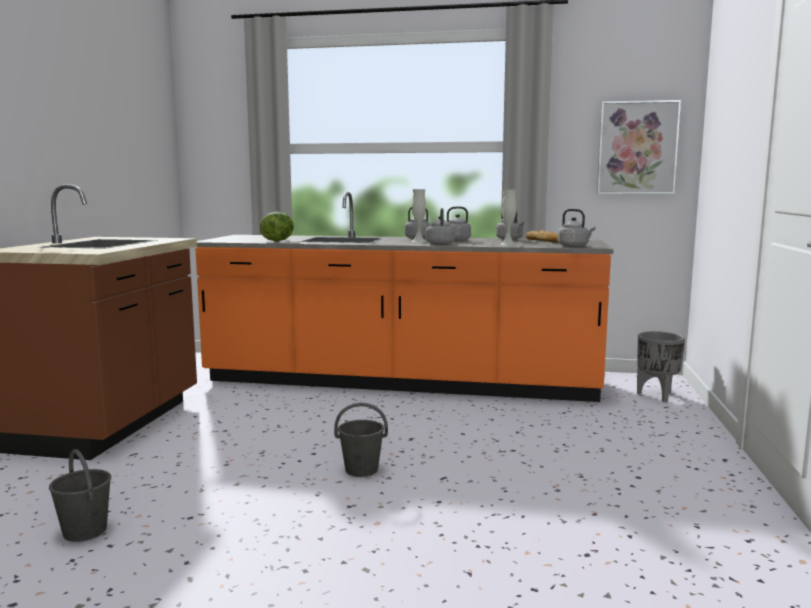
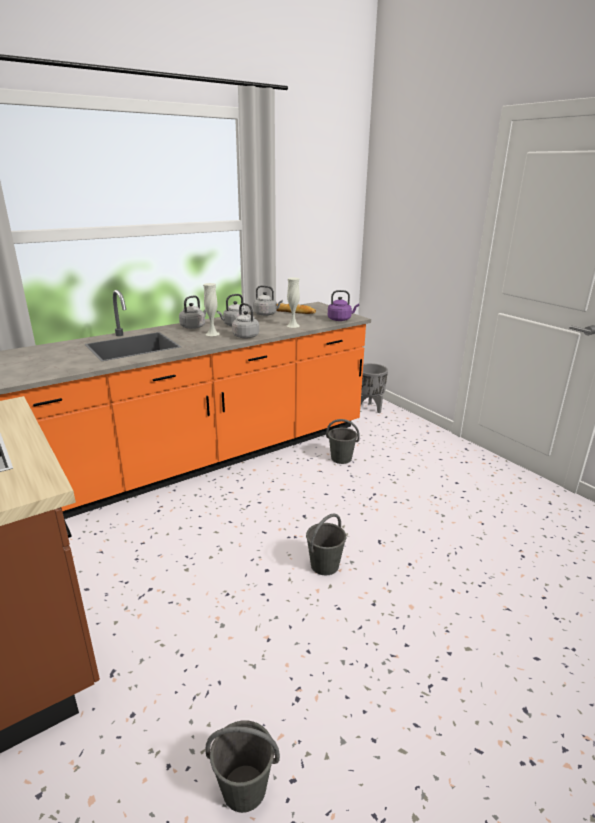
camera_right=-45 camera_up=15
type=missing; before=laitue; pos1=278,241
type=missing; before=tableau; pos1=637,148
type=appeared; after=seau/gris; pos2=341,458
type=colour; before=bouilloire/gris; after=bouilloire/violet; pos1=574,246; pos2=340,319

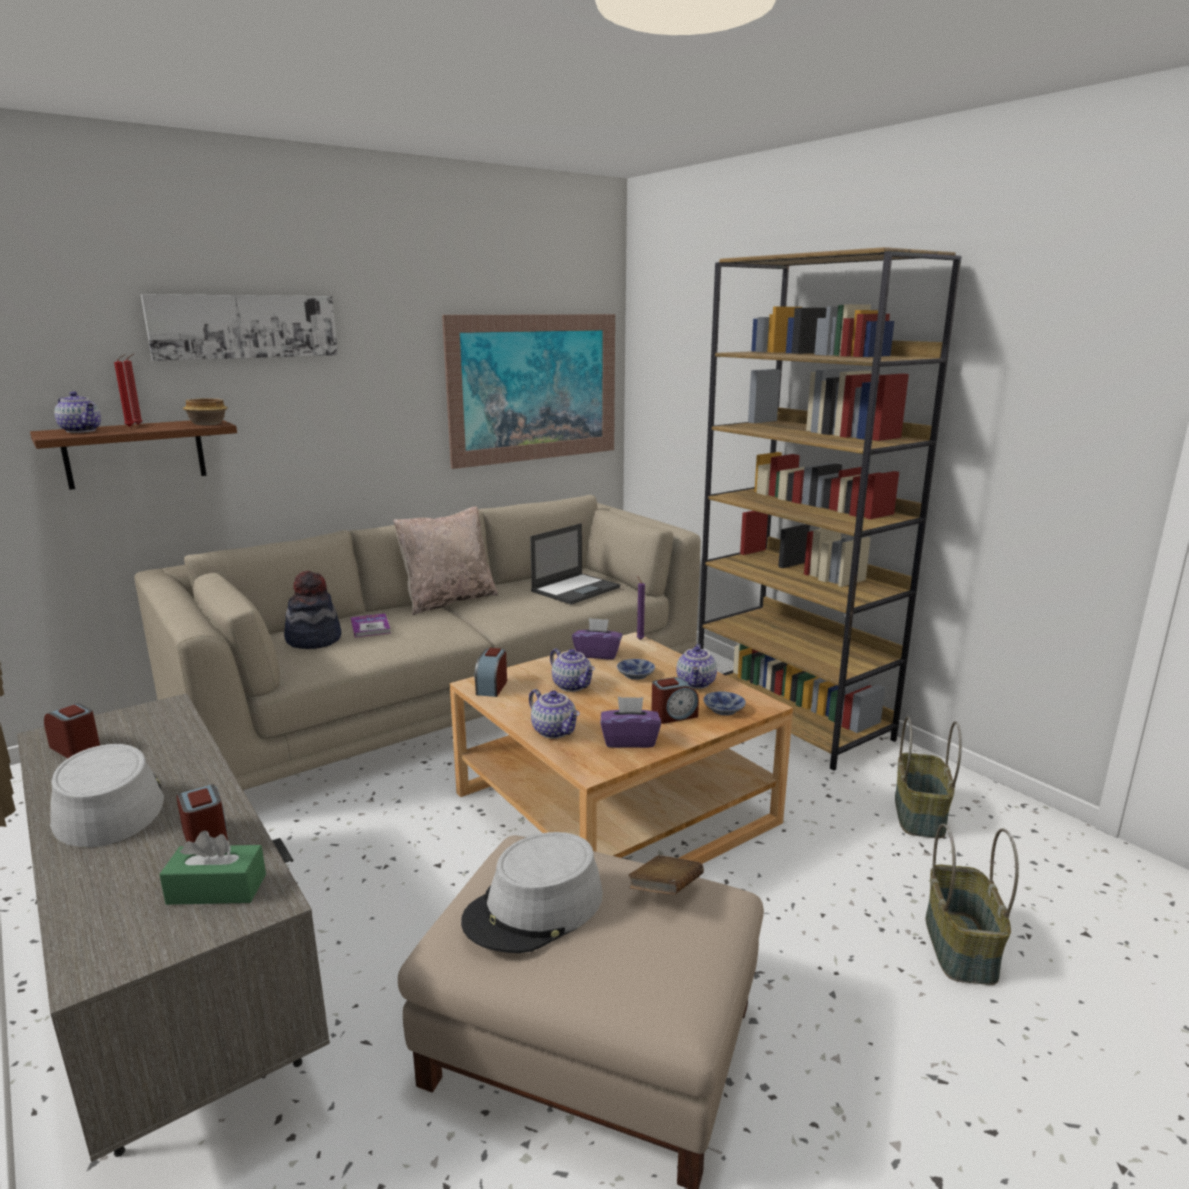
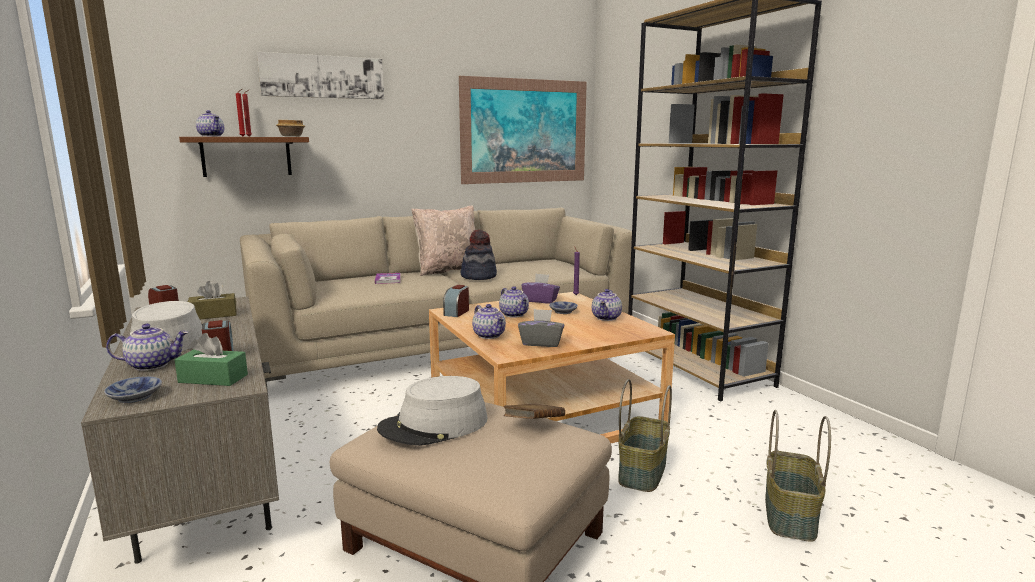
camera_right=10 camera_up=-5
type=missing; before=ordinateur portable; pos1=576,589
type=missing; before=réveil; pos1=673,716
type=appeared; after=théière; pos2=152,365
type=appeared; after=boîte à mouchoirs/marron; pos2=213,315
type=relocated; before=chapeau; pos1=314,639; pos2=478,276
type=relocated; before=bol; pos1=722,710; pos2=133,397
type=relocated; before=panier; pos1=918,814; pos2=641,471
type=colour; before=boîte à mouchoirs/violet; after=boîte à mouchoirs/gris; pos1=629,740; pos2=541,343

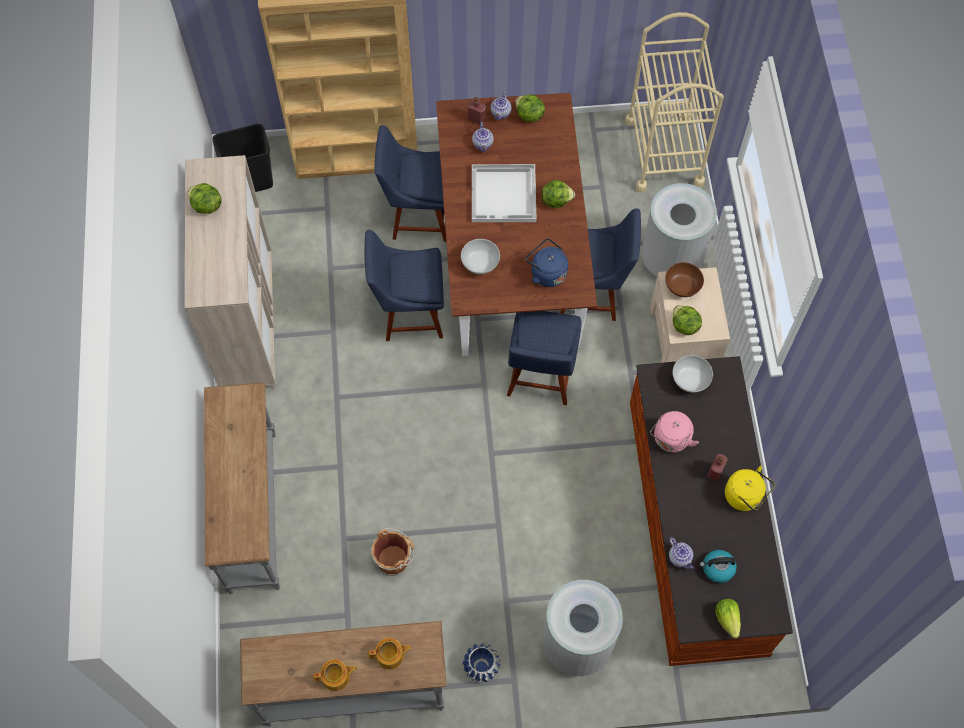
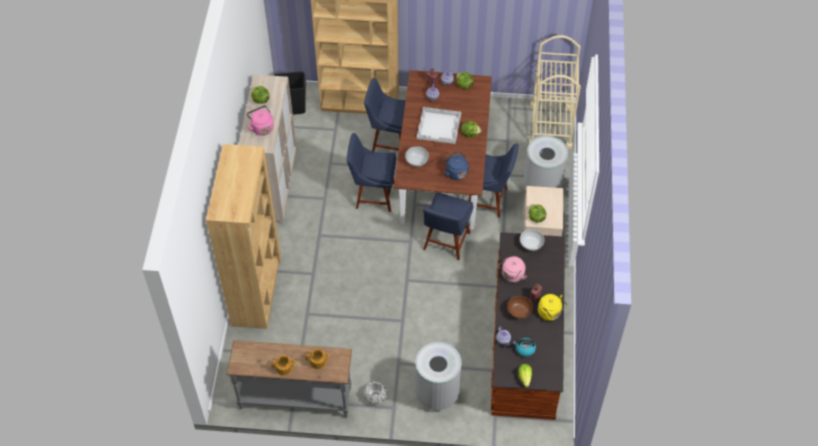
camera_right=10 camera_up=-10
type=missing; before=seau/marron; pos1=394,559
type=appeared; after=bouilloire/rose; pos2=261,127
type=relocated; before=bol/marron; pos1=682,286; pos2=519,312
type=exchanged; before=table console/gris; after=bibliothèque/marron; pos1=254,511; pos2=256,291
type=colour; before=cache-pot/bleu; after=cache-pot/blanc; pos1=481,666; pos2=375,396

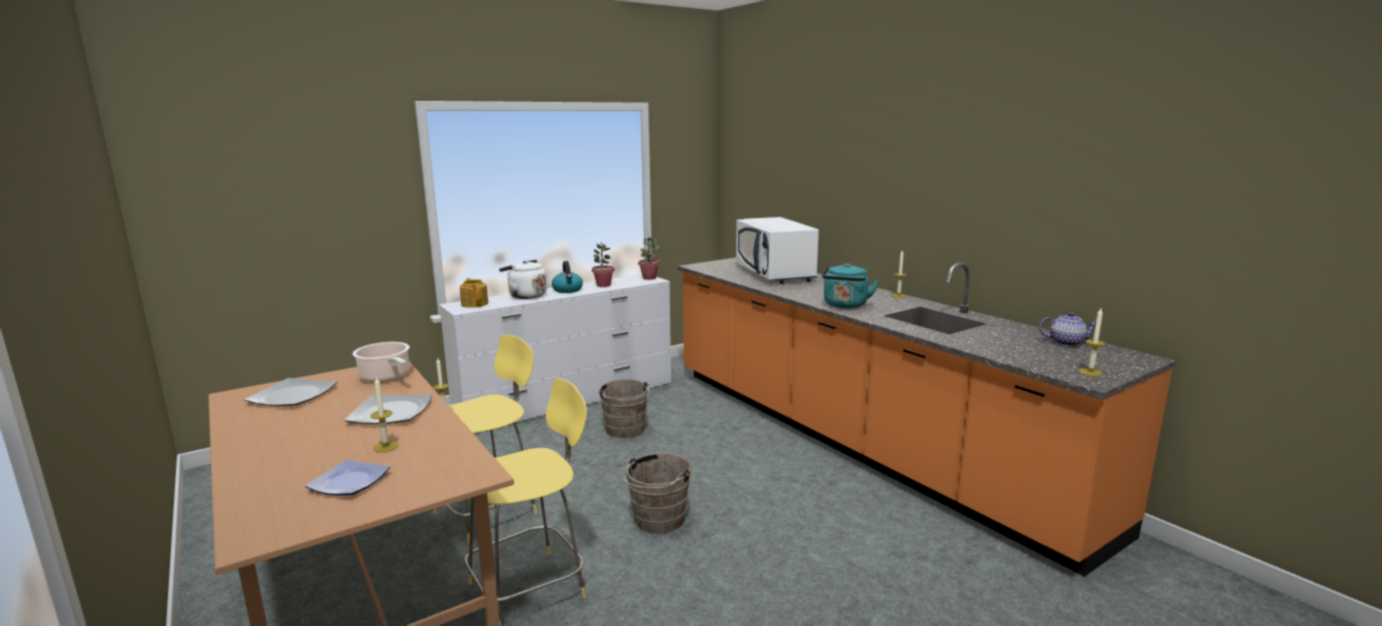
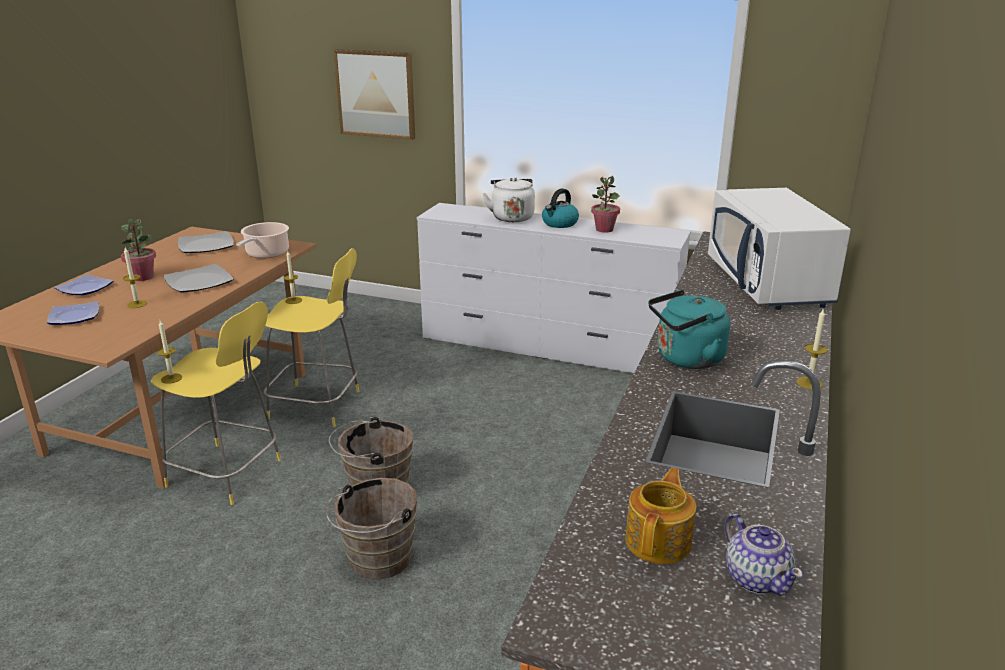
camera_right=55 camera_up=10
type=appeared; after=assiette; pos2=85,289
type=appeared; after=tableau; pos2=376,94
type=relocated; before=théière; pos1=475,304; pos2=659,541
type=relocated; before=seau/marron; pos1=625,431; pos2=376,561
type=relocated; before=plante en pot; pos1=649,278; pos2=143,277
type=relocated; before=bougie; pos1=1090,372; pos2=171,378
type=spun; before=micro-ondes/blanc; pos1=775,274; pos2=768,284; turn=-45

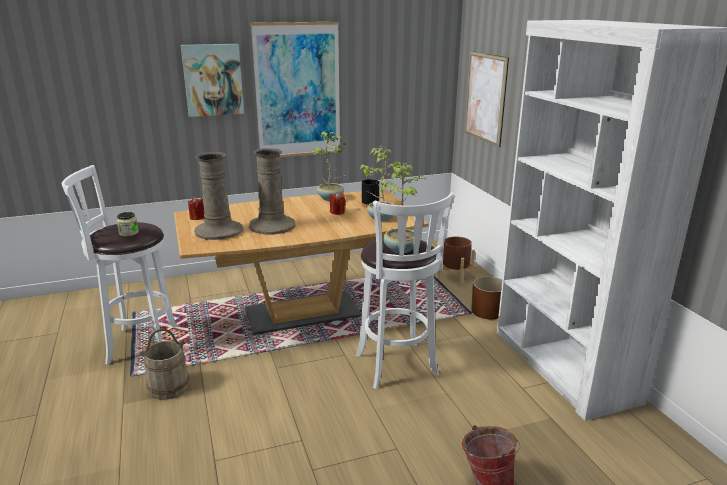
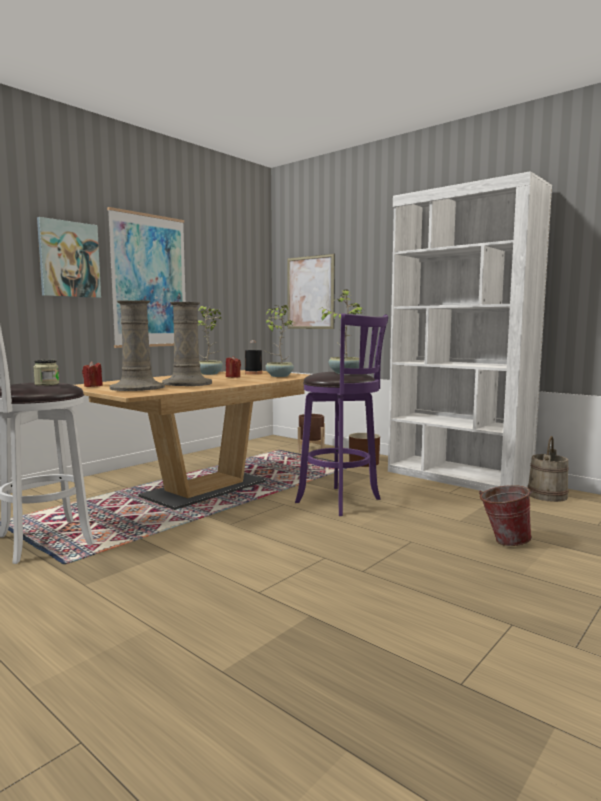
camera_right=-30 camera_up=-15
type=relocated; before=seau/beige; pos1=168,387; pos2=547,495
type=colour; before=tabouret/blanc; after=tabouret/violet; pos1=398,367; pos2=342,501

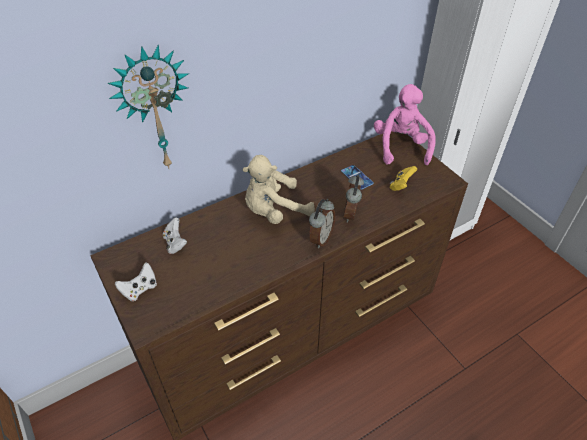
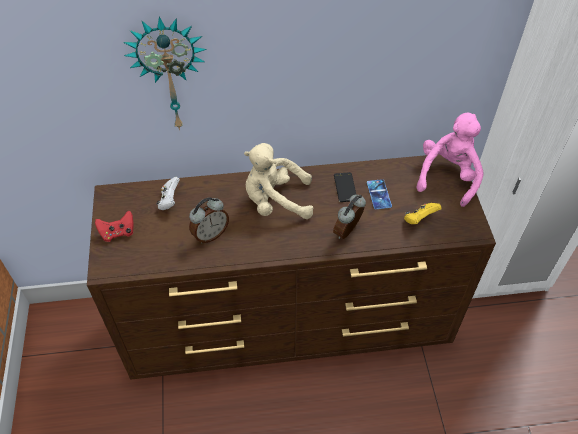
camera_right=25 camera_up=5
type=appeared; after=téléphone; pos2=345,187
type=relocated; before=réveil; pos1=320,238; pos2=210,234
type=colour; before=manette/blanc; after=manette/rouge; pos1=140,289; pos2=118,233

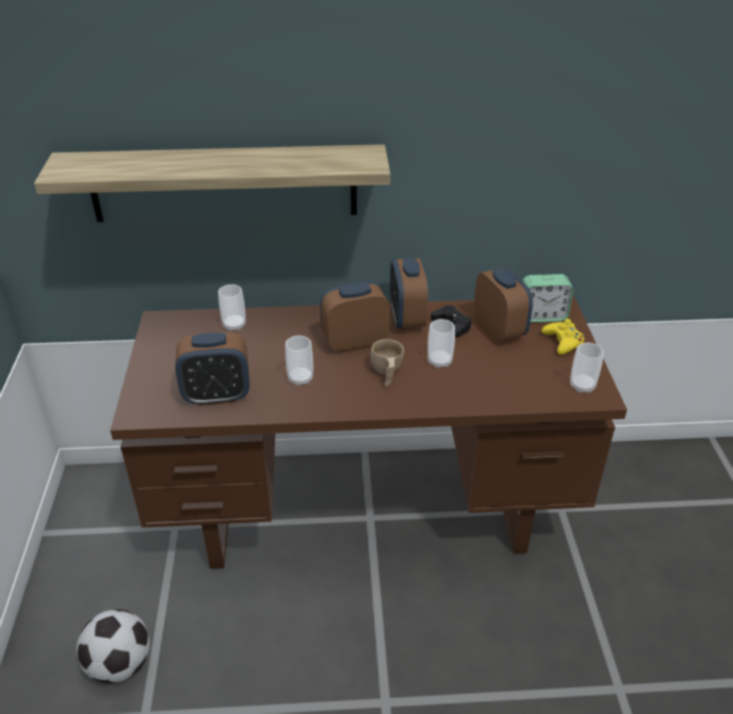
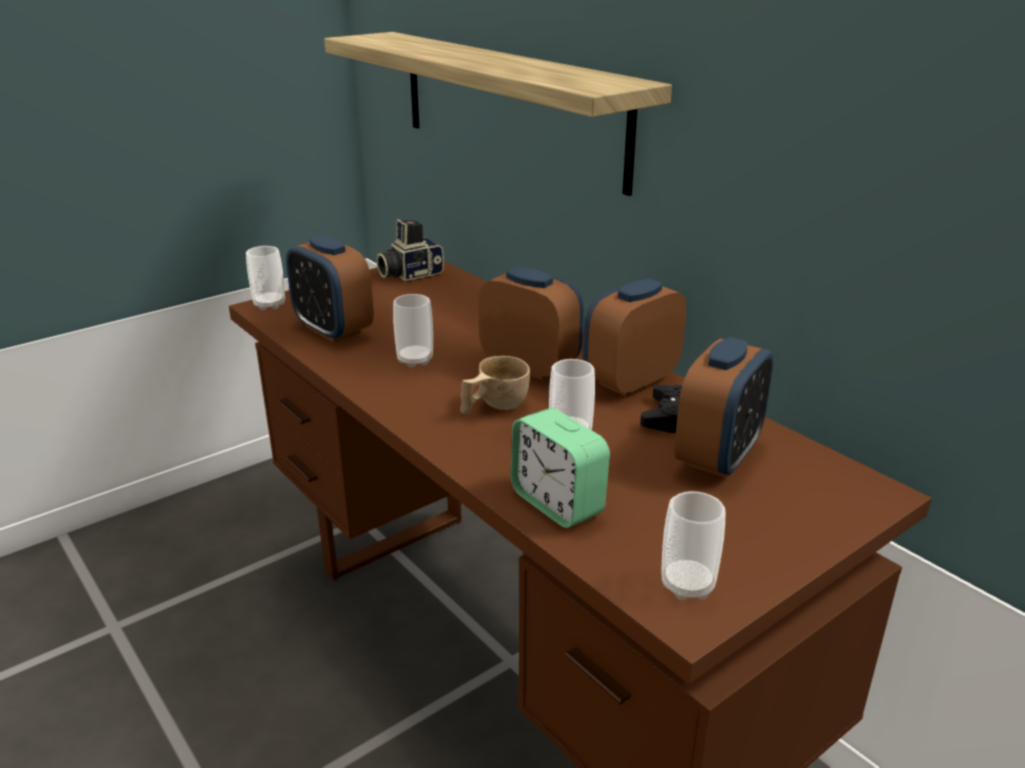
camera_right=55 camera_up=-10
type=missing; before=ballon de foot; pos1=120,664
type=missing; before=manette/jaune; pos1=563,342
type=appeared; after=appareil photo; pos2=409,274
type=relocated; before=tasse; pos1=234,325; pos2=269,305
type=relocated; before=réveil; pos1=542,316; pos2=557,503

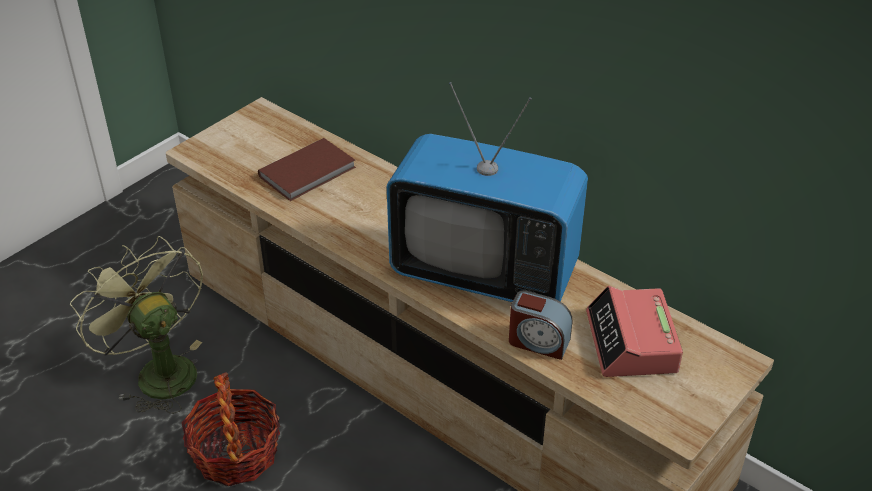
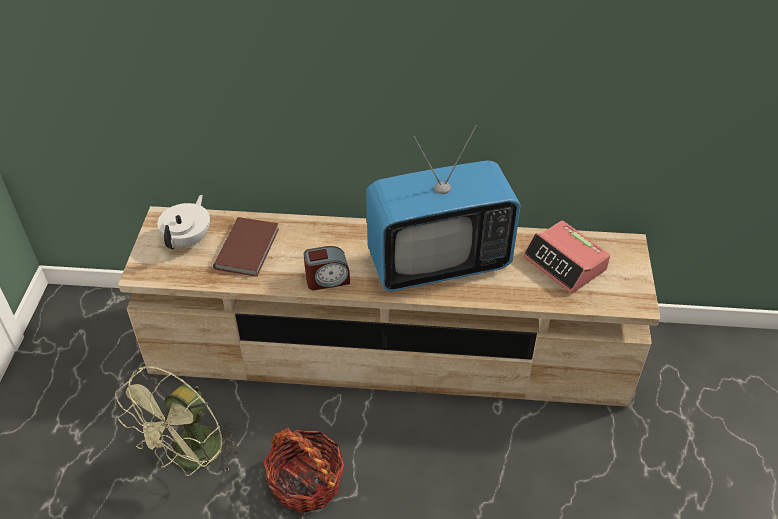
camera_right=-35 camera_up=5
type=appeared; after=théière/blanc; pos2=189,239
type=relocated; before=réveil; pos1=538,342; pos2=327,280
type=spun; before=ventilateur/vert; pos1=158,371; pos2=192,459; turn=-75

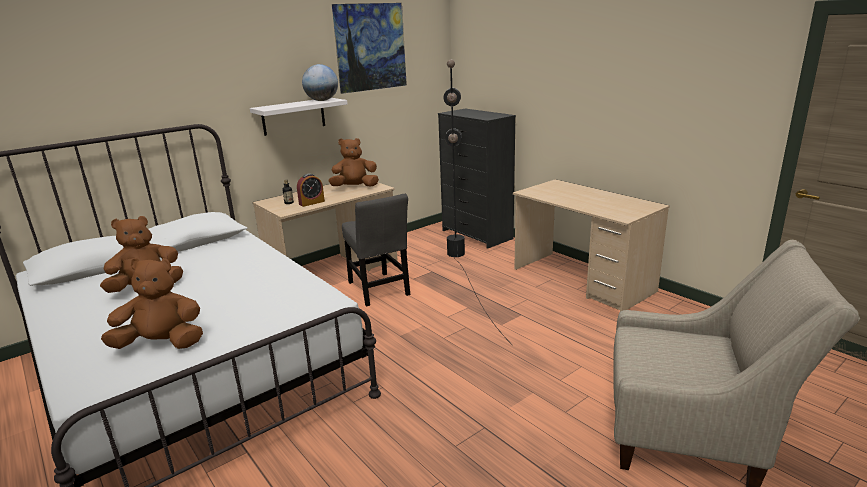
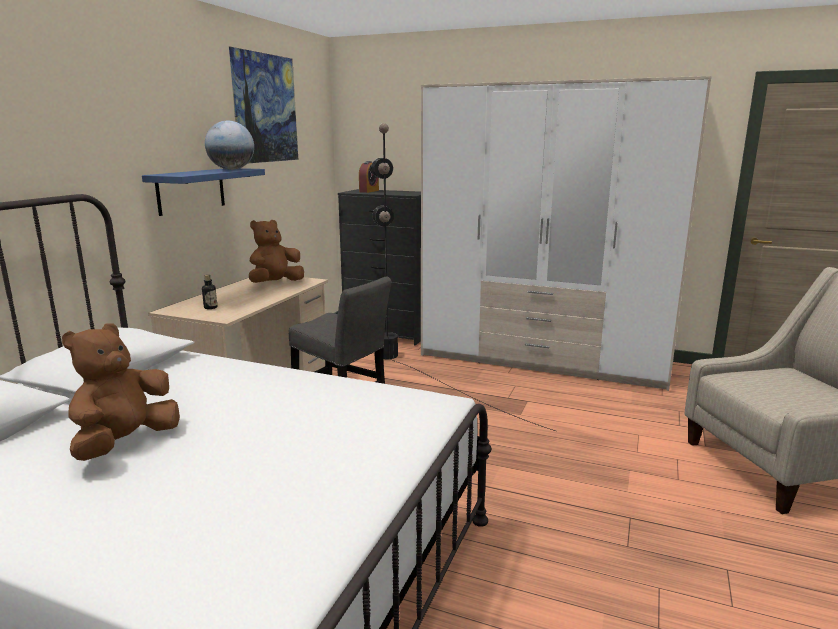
camera_right=-30 camera_up=-5
type=missing; before=peluche/marron; pos1=162,344
type=relocated; before=réveil; pos1=311,203; pos2=369,191
type=exchanged; before=bureau/beige; after=armoire; pos1=582,280; pos2=543,359
type=colour; before=étagère/blanc; after=étagère/bleu; pos1=293,116; pos2=191,191

